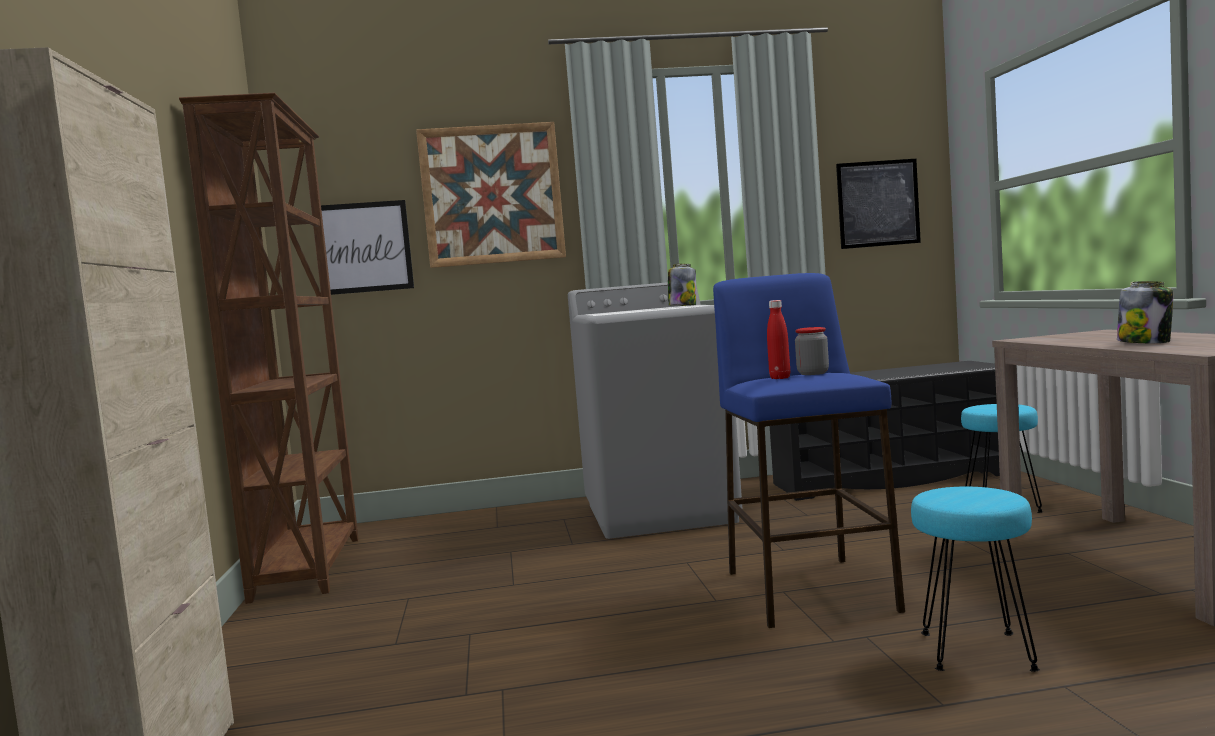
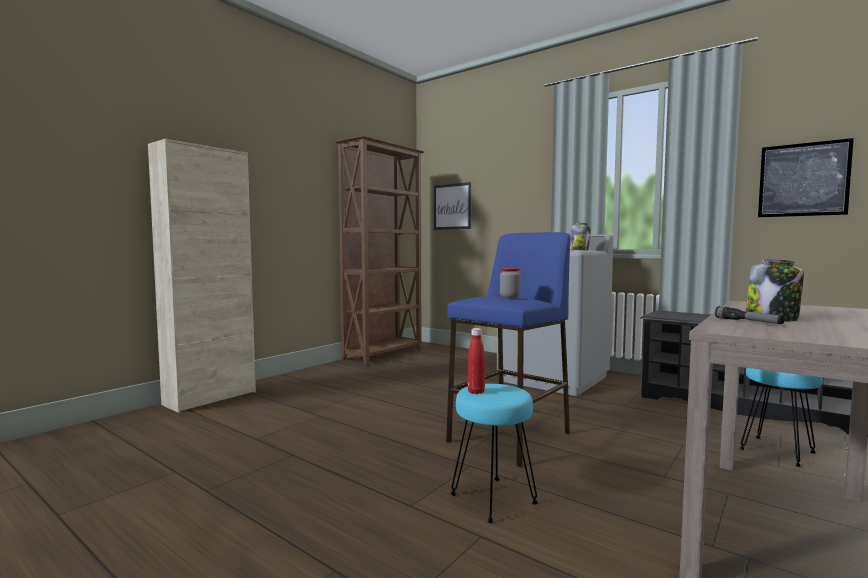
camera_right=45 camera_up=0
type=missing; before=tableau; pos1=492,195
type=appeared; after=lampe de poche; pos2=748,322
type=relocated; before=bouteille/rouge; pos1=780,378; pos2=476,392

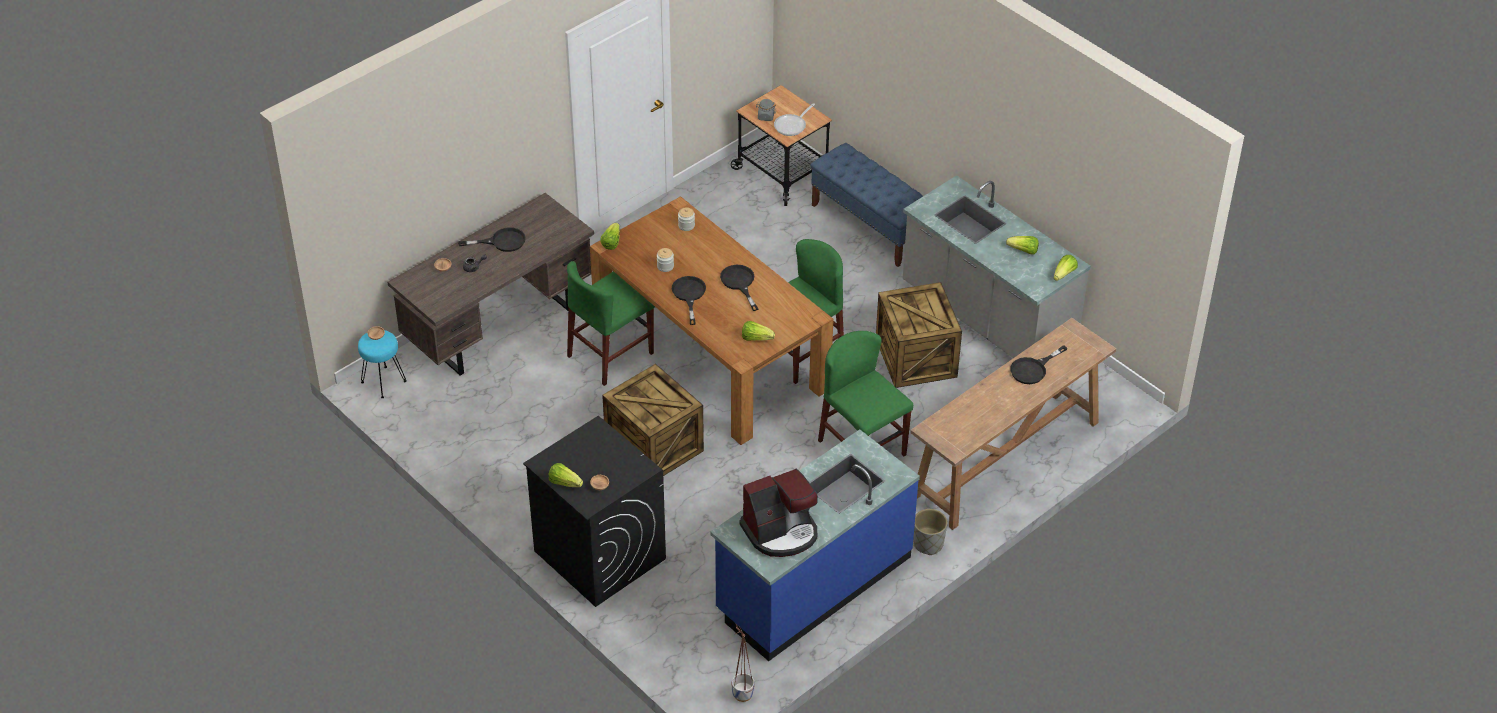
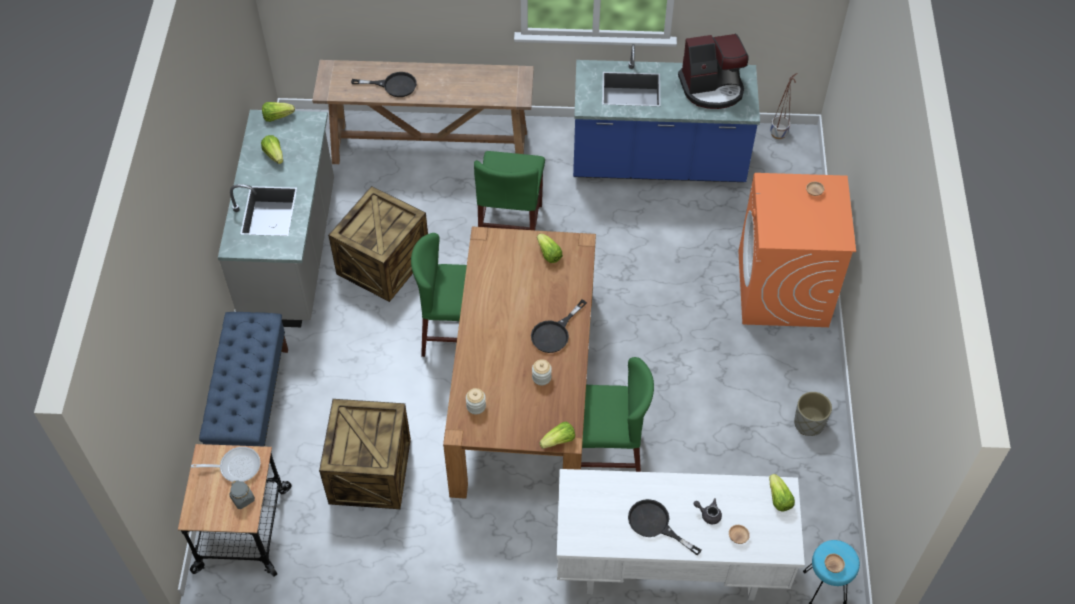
camera_right=-135 camera_up=10
type=missing; before=poêle/noir; pos1=739,283
type=relocated; before=laitue; pos1=564,482; pos2=778,499
type=relocated; before=caisse; pos1=655,445; pos2=368,470
type=relocated; before=cache-pot/gris; pos1=927,544; pos2=809,424
type=colour; before=bureau/marron; after=bureau/blanc; pos1=499,325; pos2=668,566
type=colour; before=lave-linge/noir; after=lave-linge/orange; pos1=598,554; pos2=783,289
type=spun; before=machine à café; pos1=781,532; pos2=712,88; turn=150

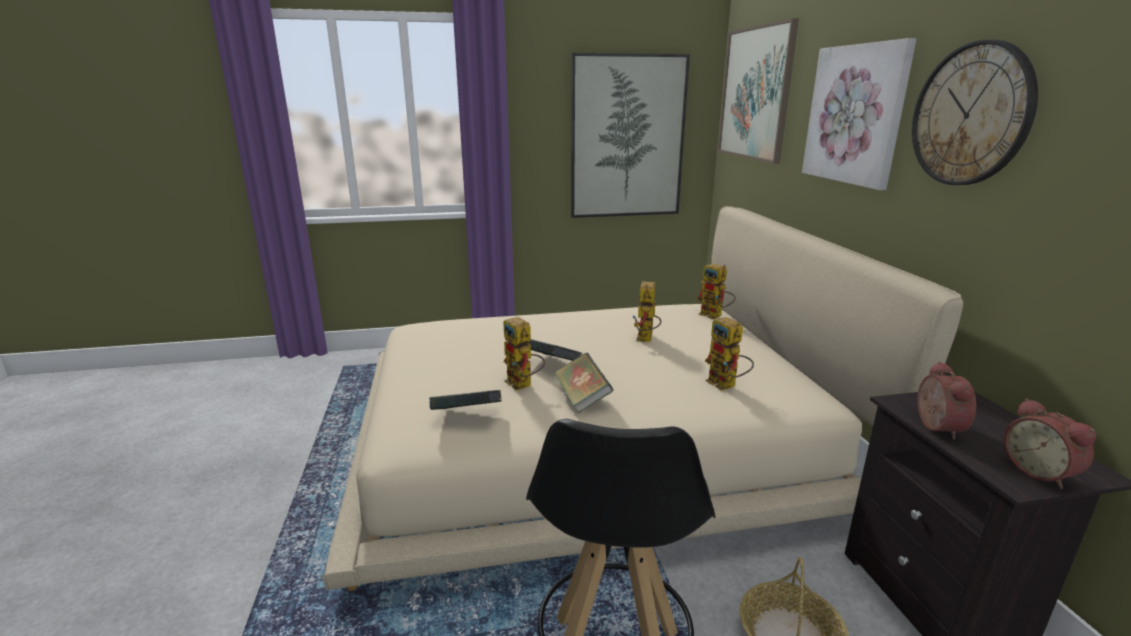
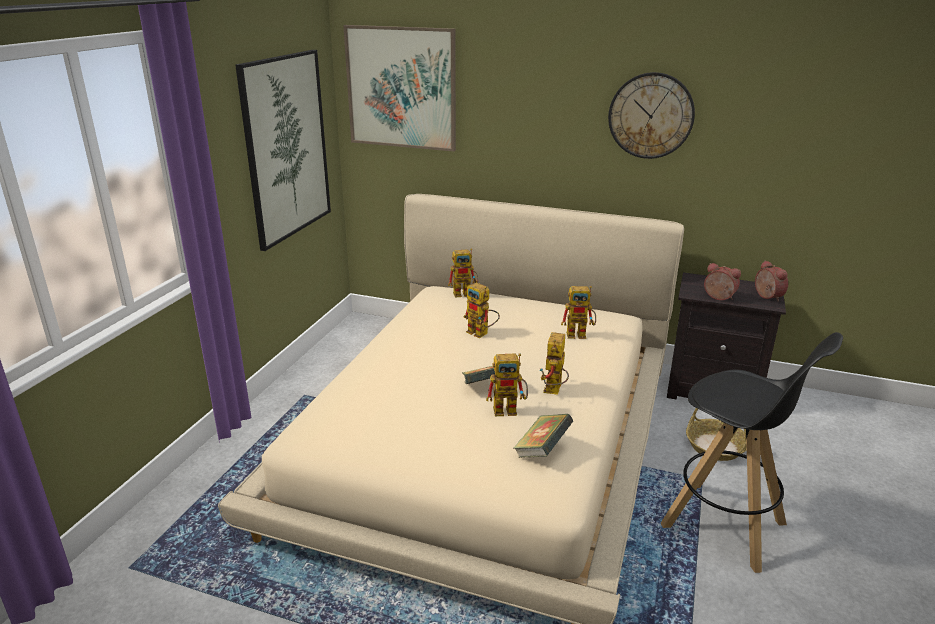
camera_right=-60 camera_up=5
type=missing; before=tableau; pos1=855,115
type=exchanged; before=livre; after=robot jouet; pos1=582,398; pos2=554,391
type=spun; before=réveil; pos1=1040,472; pos2=766,297; turn=-120

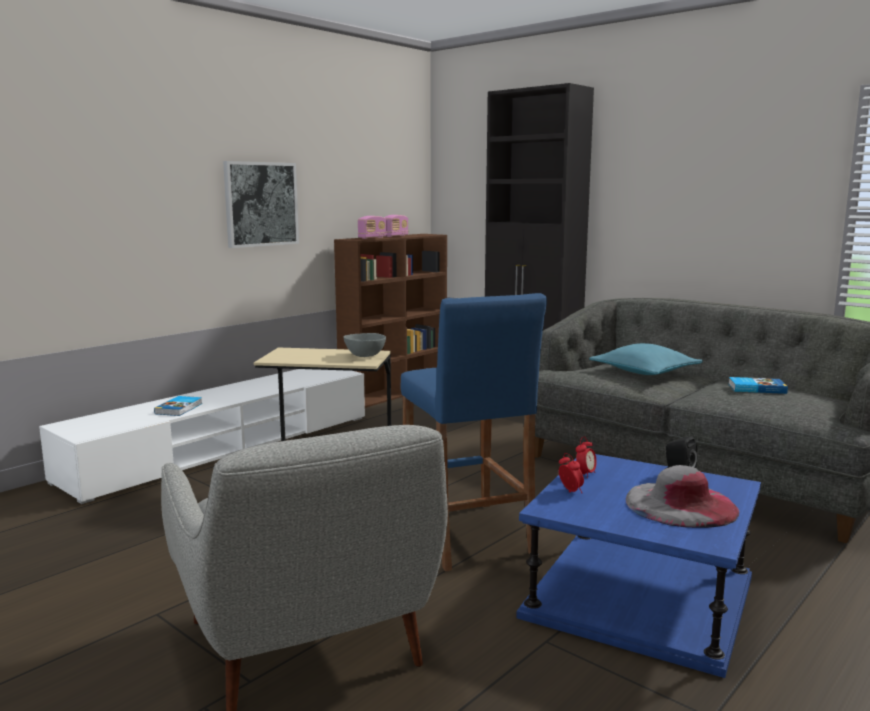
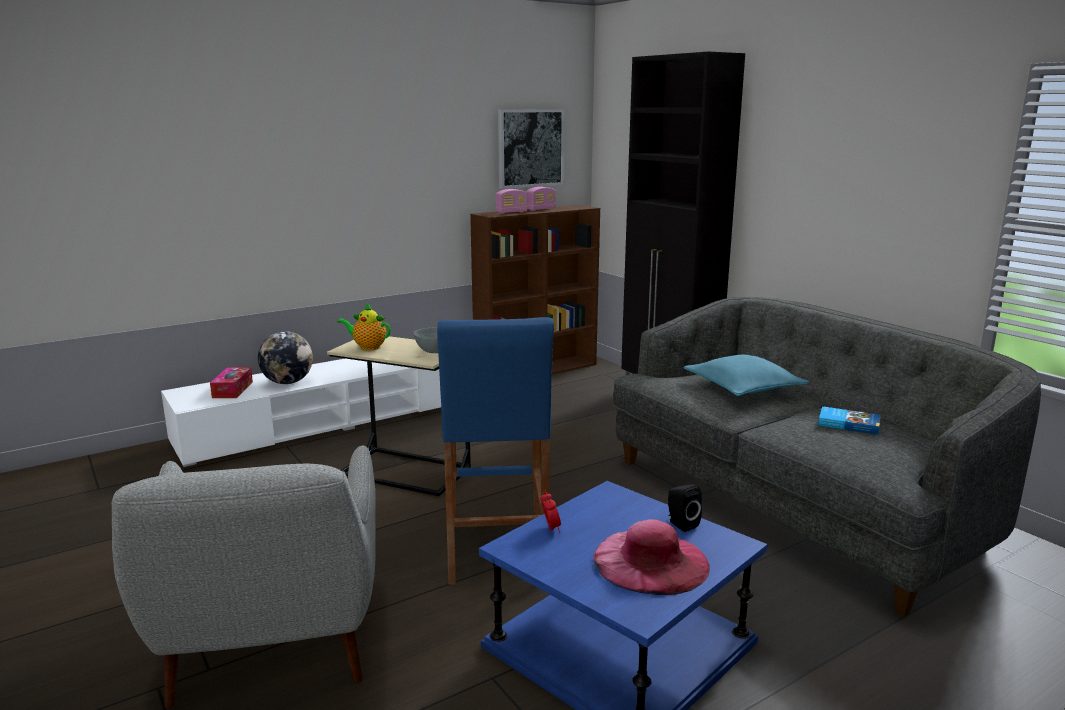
camera_right=15 camera_up=5
type=missing; before=réveil; pos1=585,474
type=appeared; after=boîte à mouchoirs; pos2=232,389
type=appeared; after=théière; pos2=368,347
type=relocated; before=tableau; pos1=261,204; pos2=530,148
type=exchanged; before=livre; after=globe; pos1=180,408; pos2=287,382
type=colour; before=chapeau/gris; after=chapeau/rose; pos1=680,504; pos2=650,561

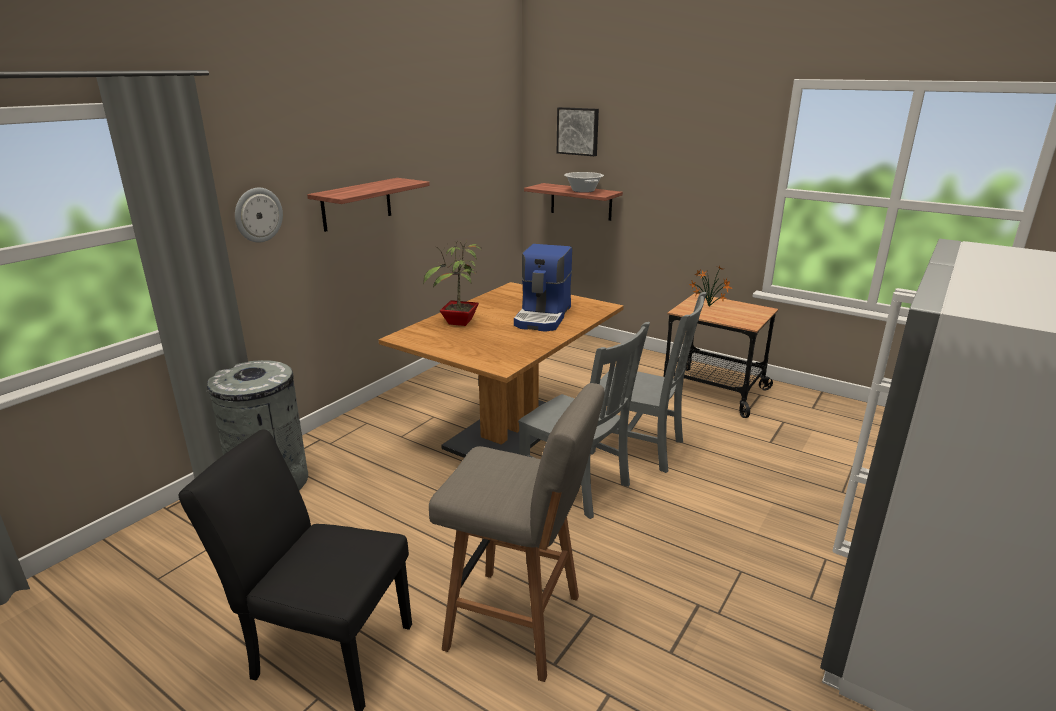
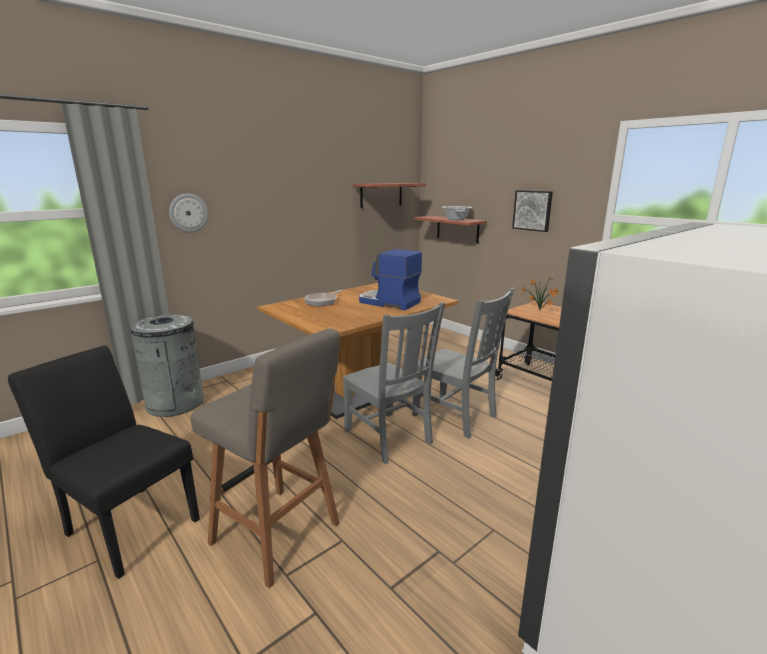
camera_right=15 camera_up=-5
type=relocated; before=étagère; pos1=357,204; pos2=381,195
type=relocated; before=tableau; pos1=578,131; pos2=532,210
type=exchanged; before=plante en pot; after=poêle; pos1=459,323; pos2=323,301
type=spun; before=machine à café; pos1=543,317; pos2=388,302; turn=90

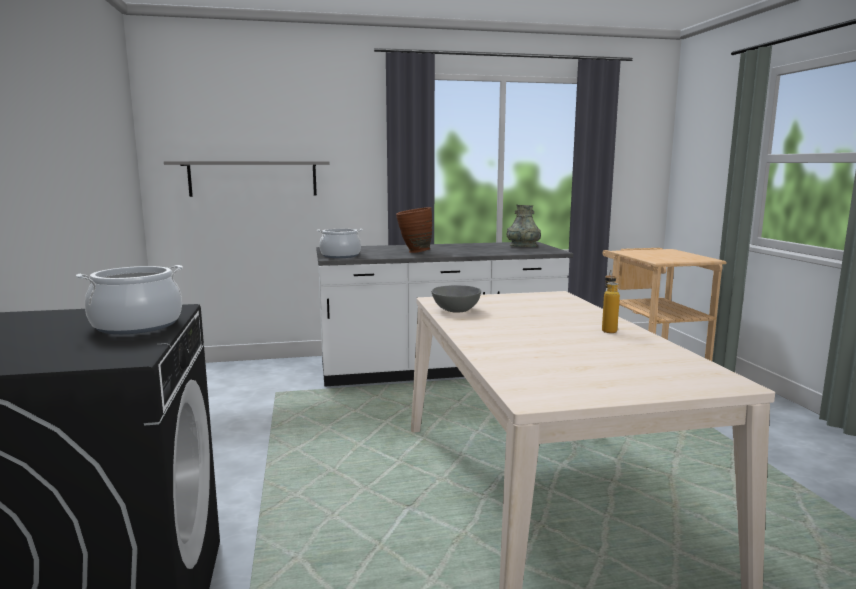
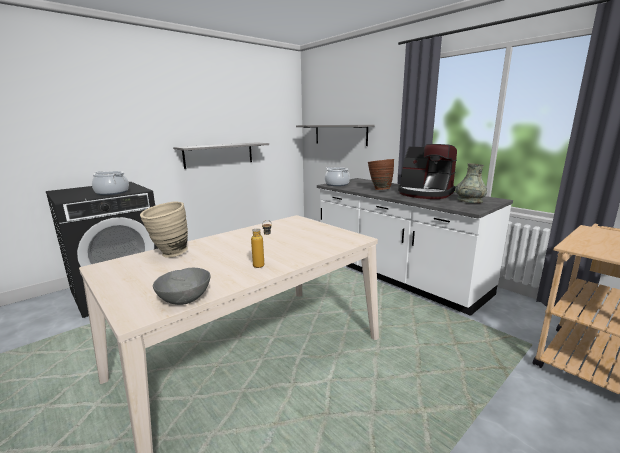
camera_right=60 camera_up=5
type=appeared; after=vase/beige; pos2=169,255
type=appeared; after=étagère/gris; pos2=219,155
type=appeared; after=machine à café; pos2=425,193
type=relocated; before=bol/gris; pos1=456,310; pos2=184,299

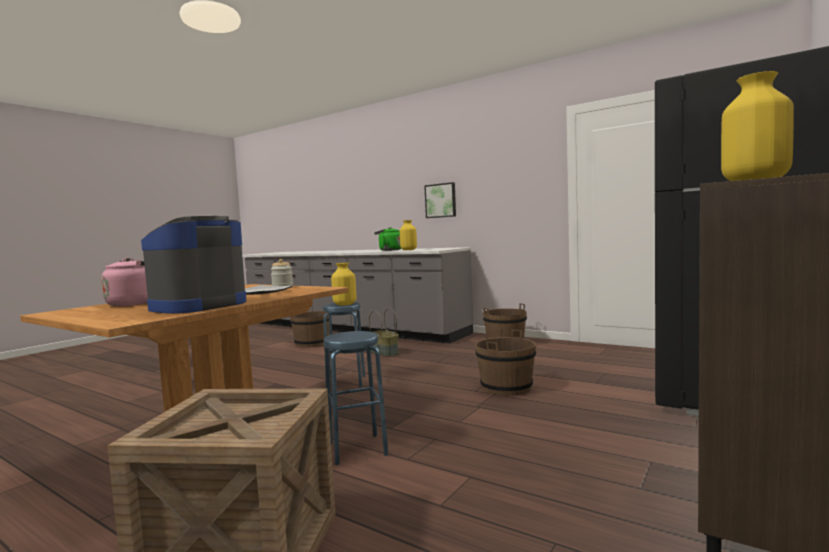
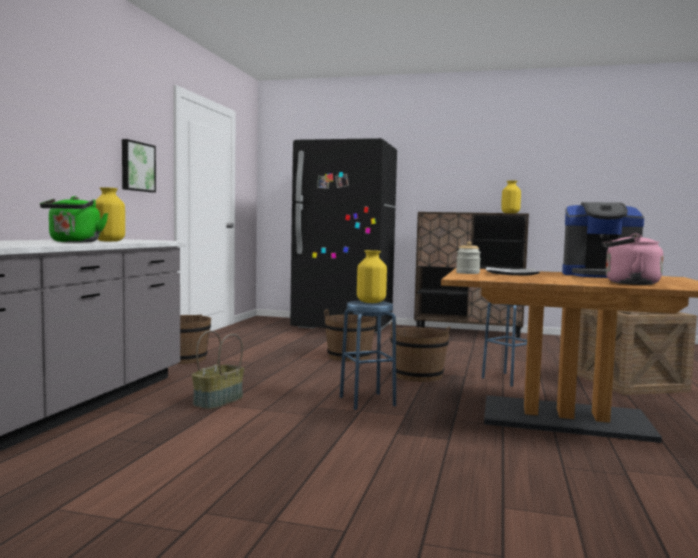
camera_right=-110 camera_up=0
type=relocated; before=seau/marron; pos1=312,344; pos2=418,376
type=relocated; before=tableau; pos1=441,200; pos2=137,166

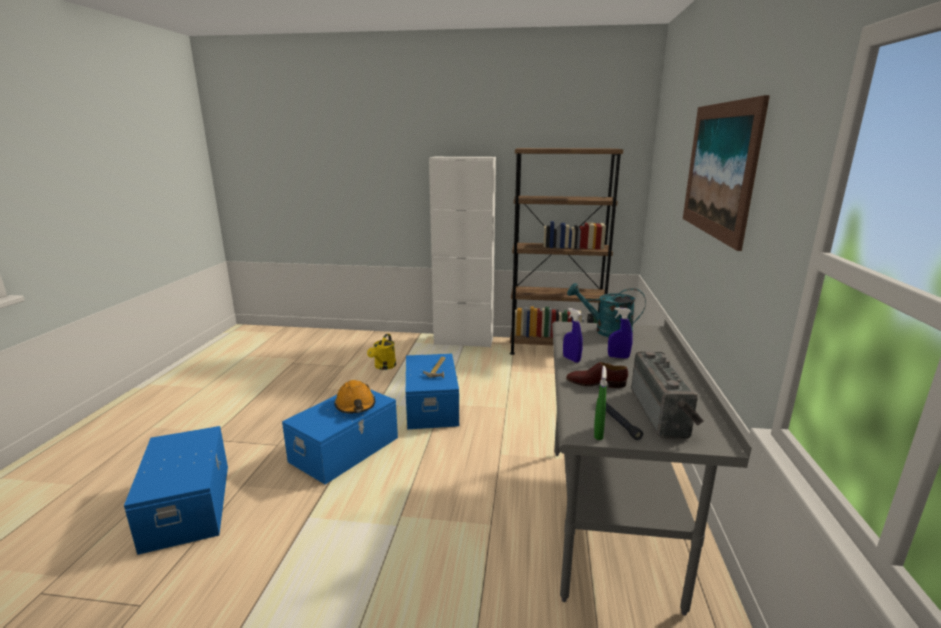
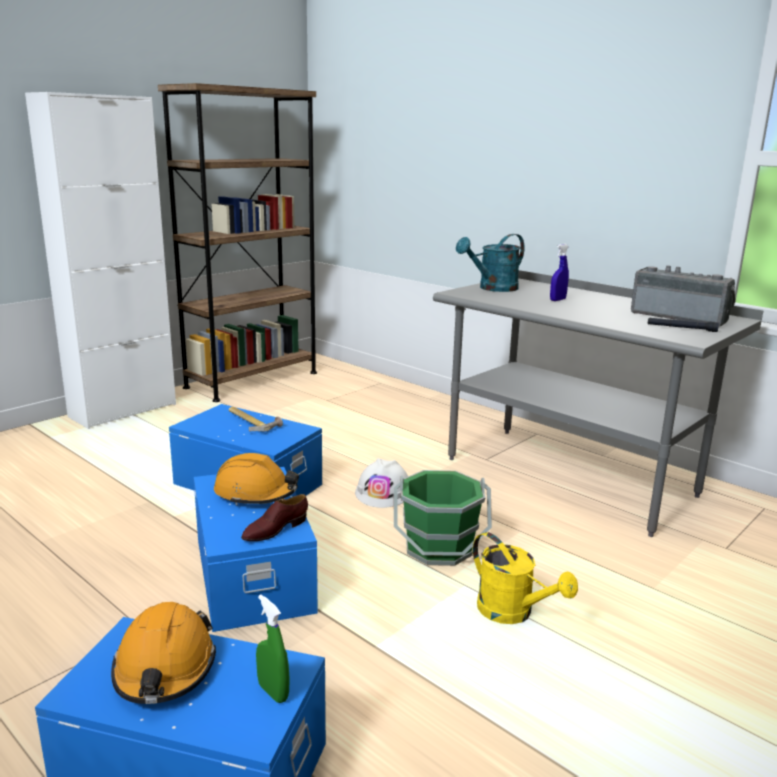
camera_right=-55 camera_up=0
type=missing; before=vaporisateur/bleu; pos1=571,359
type=missing; before=tableau; pos1=719,169
type=appeared; after=casque de chantier/orange; pos2=165,668
type=appeared; after=casque de chantier/blanc; pos2=383,493
type=appeared; after=seau/vert; pos2=439,548
type=relocated; before=arrosoir/jaune; pos1=383,367; pos2=513,613
type=relocated; before=chaussure/marron; pos1=596,383; pos2=275,529
type=relocated; before=vaporisateur/vert; pos1=598,433; pos2=273,692

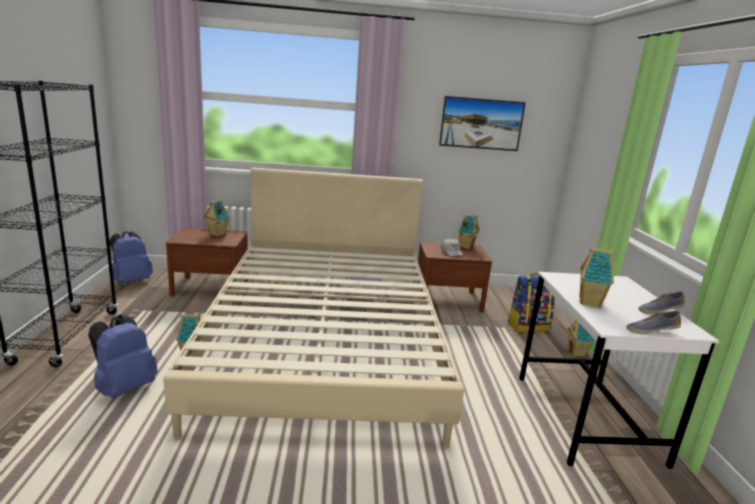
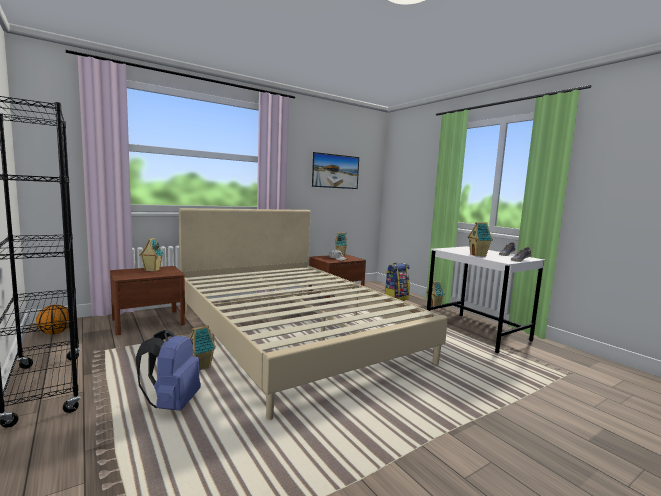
camera_right=-30 camera_up=-10
type=exchanged; before=sac à dos/bleu; after=ballon de basket; pos1=131,281; pos2=55,333

